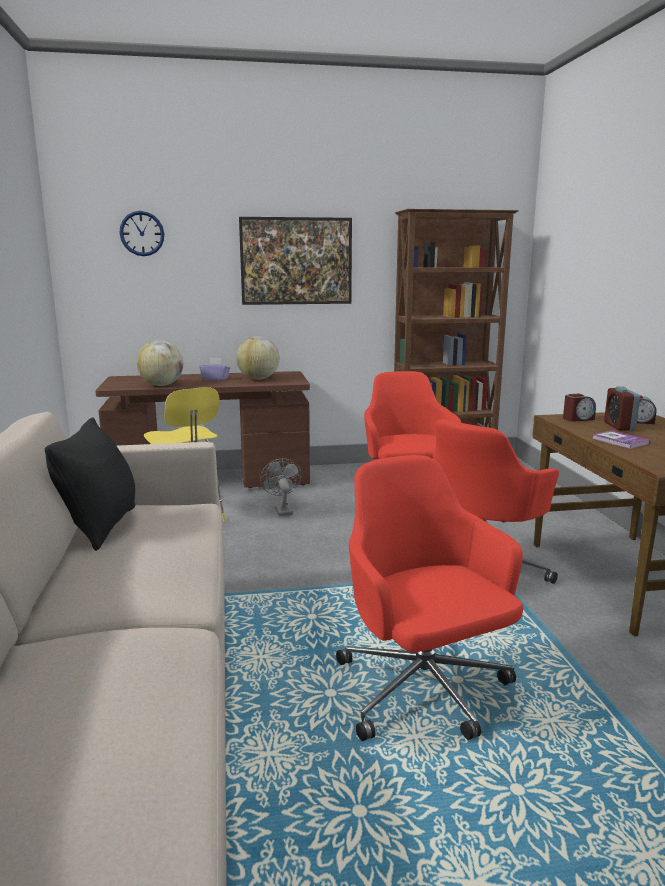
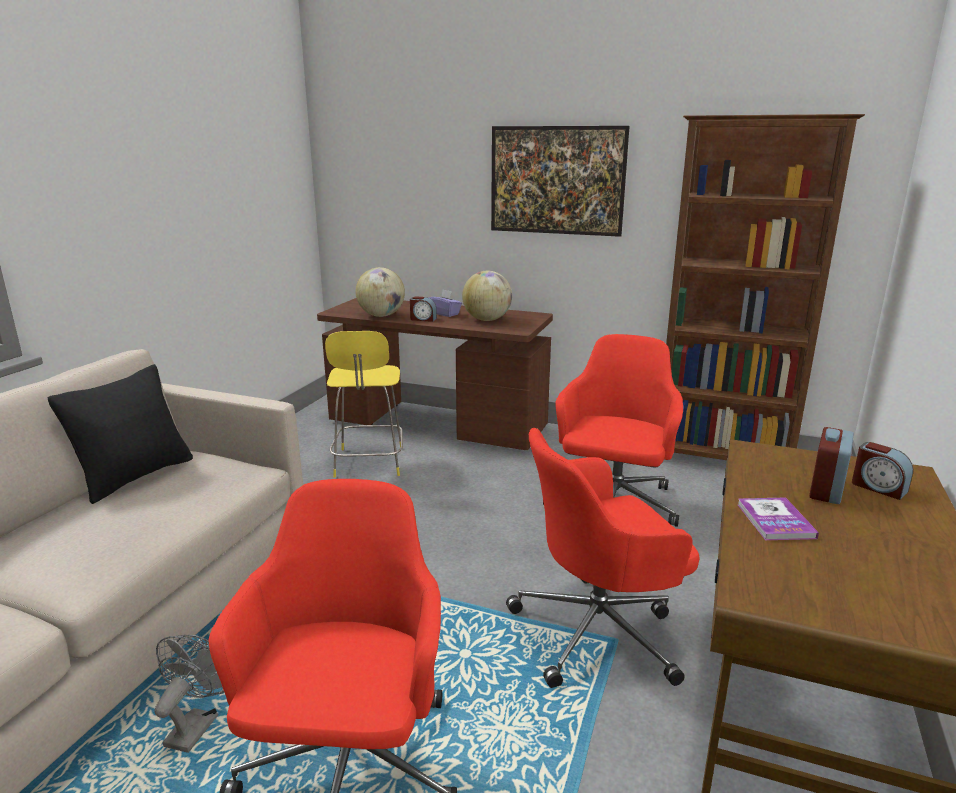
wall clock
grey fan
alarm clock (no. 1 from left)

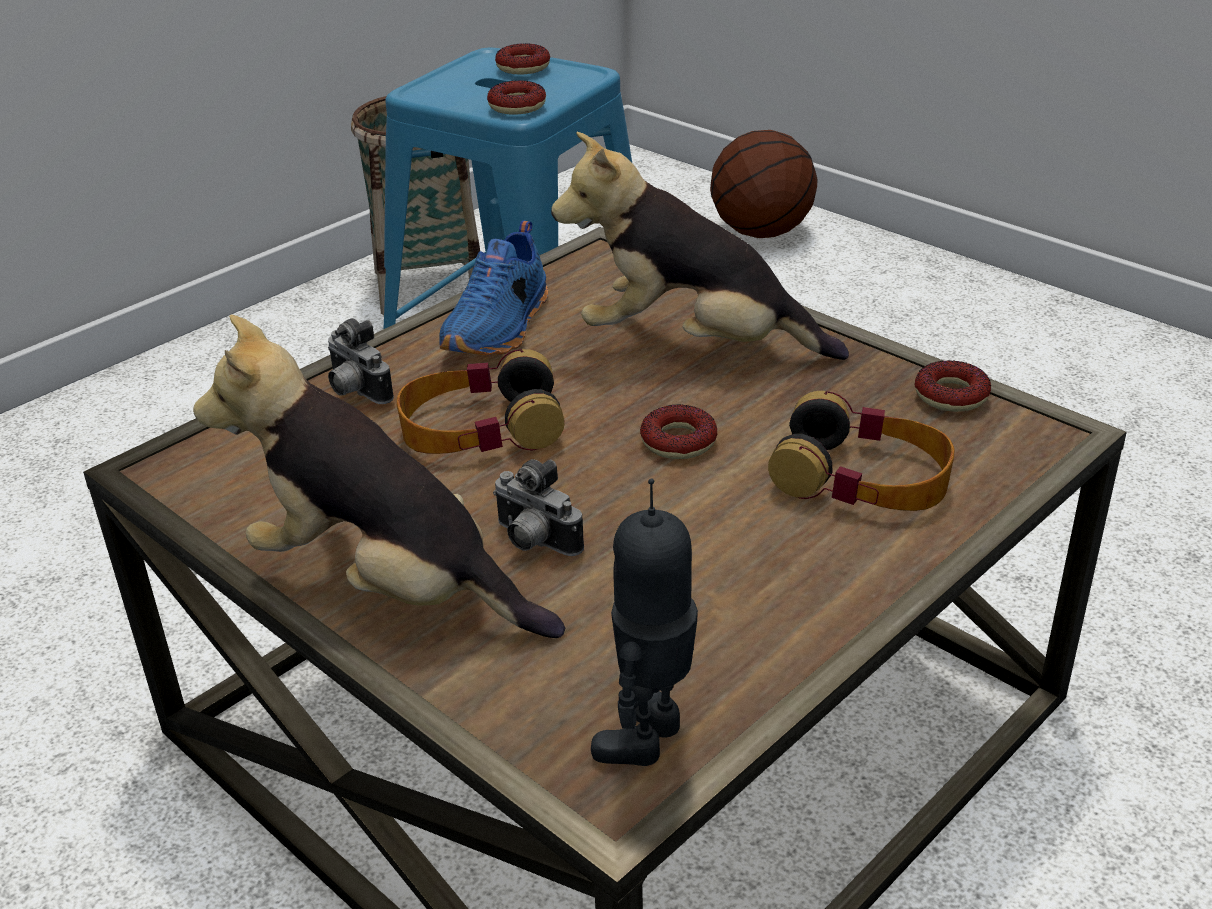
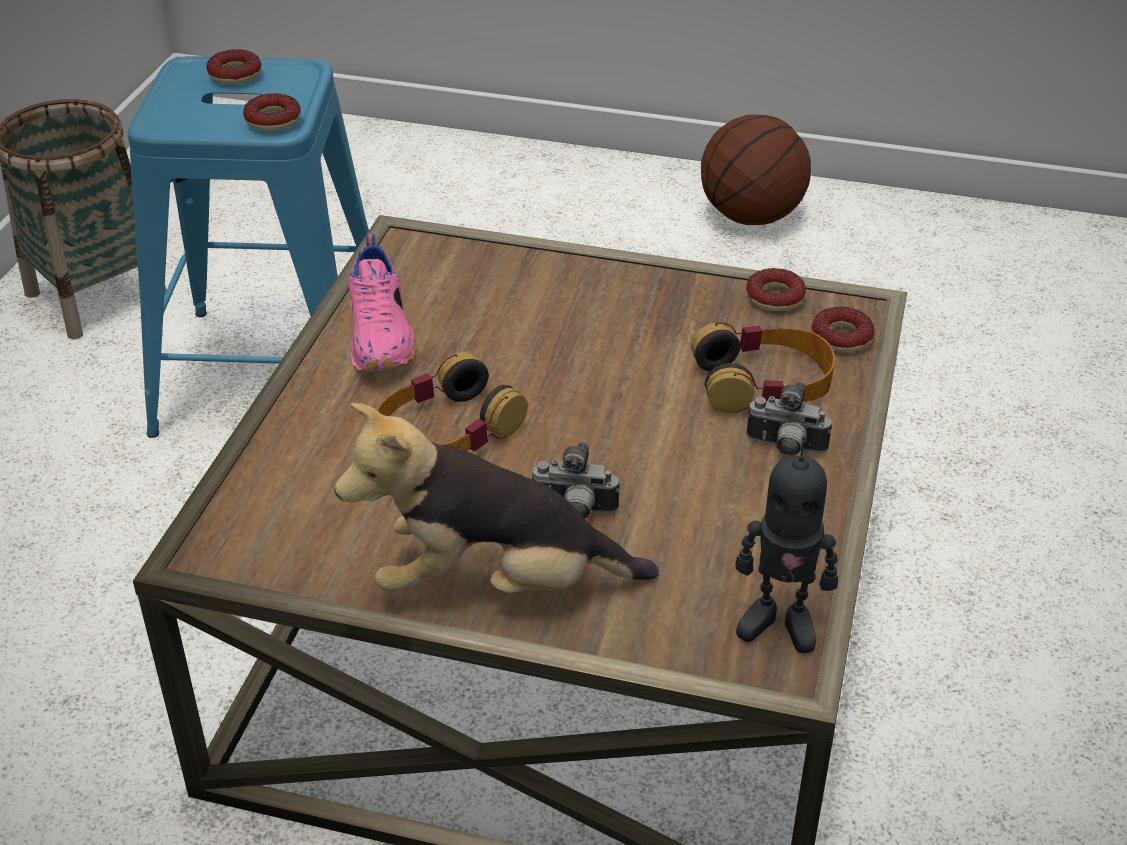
photo camera (no. 2 from left)
pink shoe
plush toy (no. 2 from left in the first image)
toy robot
donut (no. 4 from left)
basketball

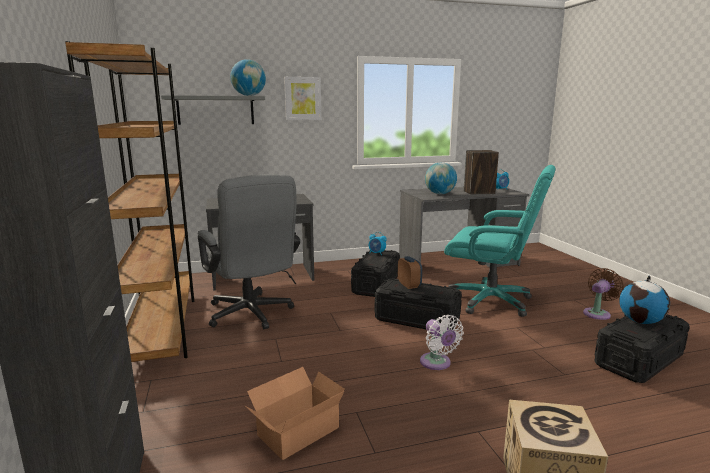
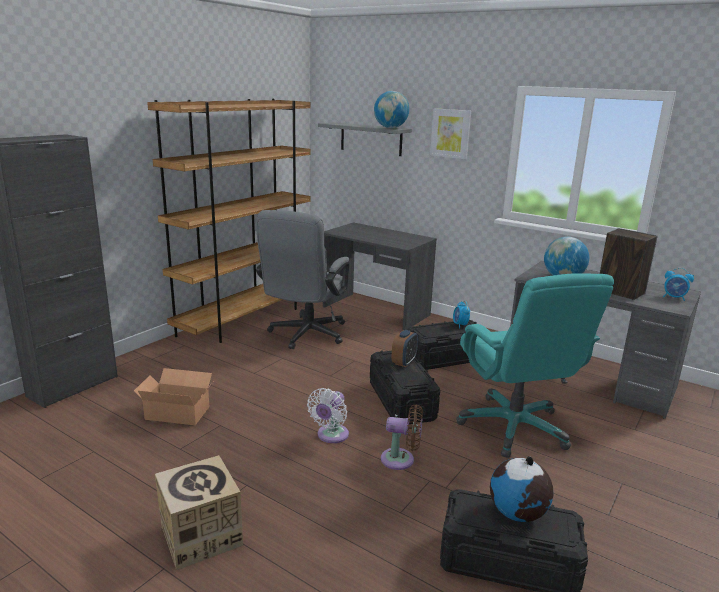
brown fan

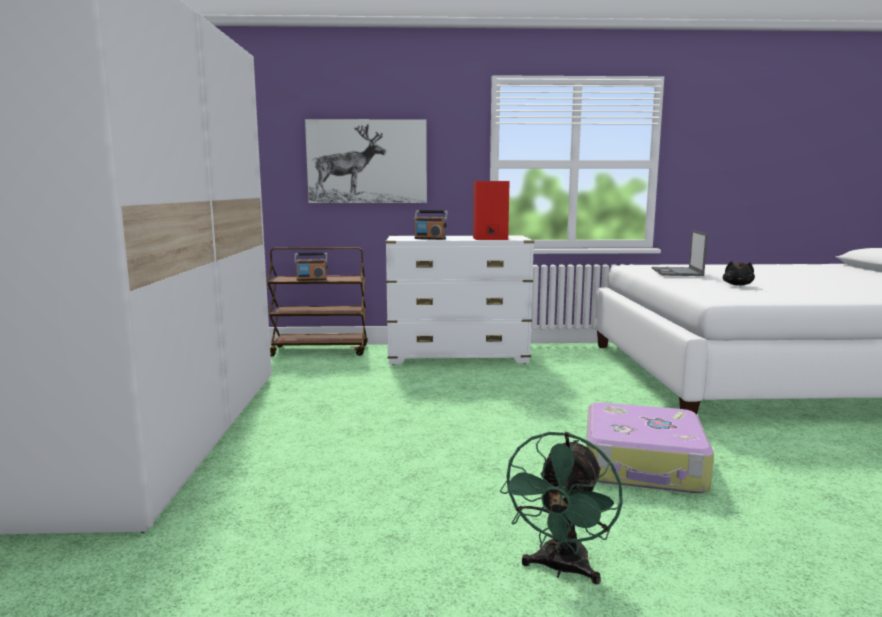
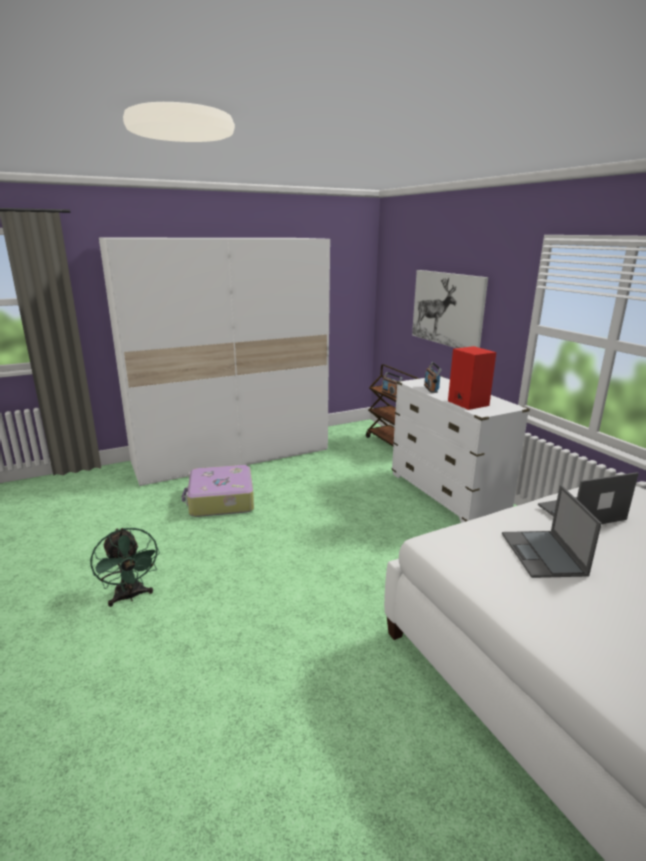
green fan
suitcase
laptop (no. 1 from left)

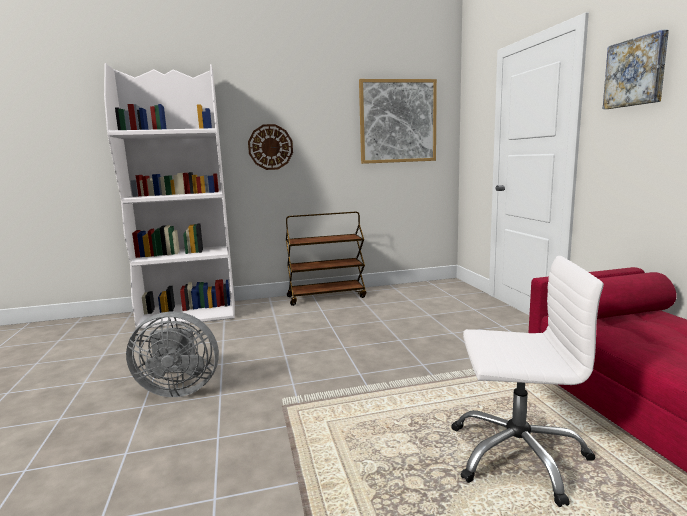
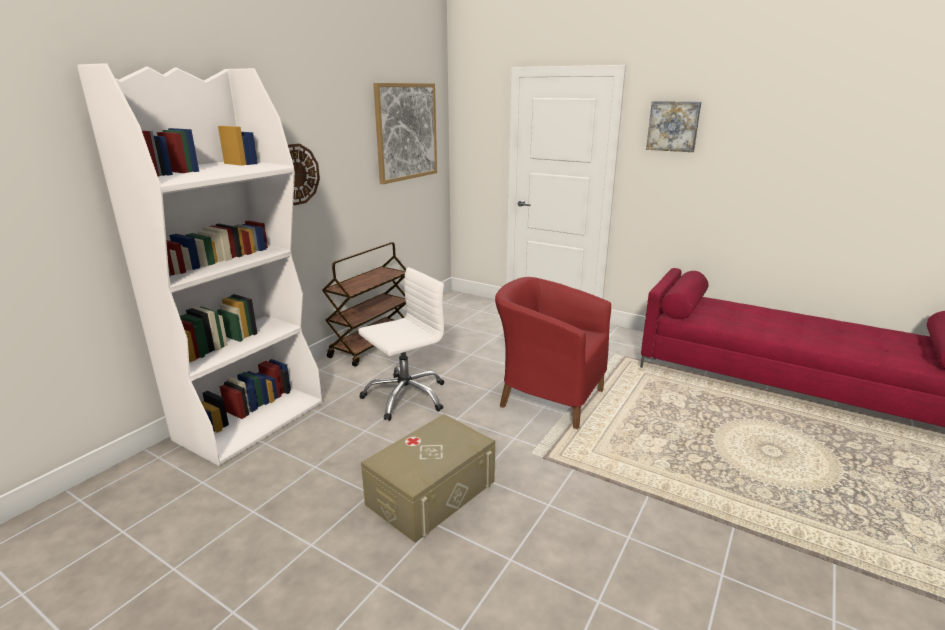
beige storage box
white office chair
red armchair

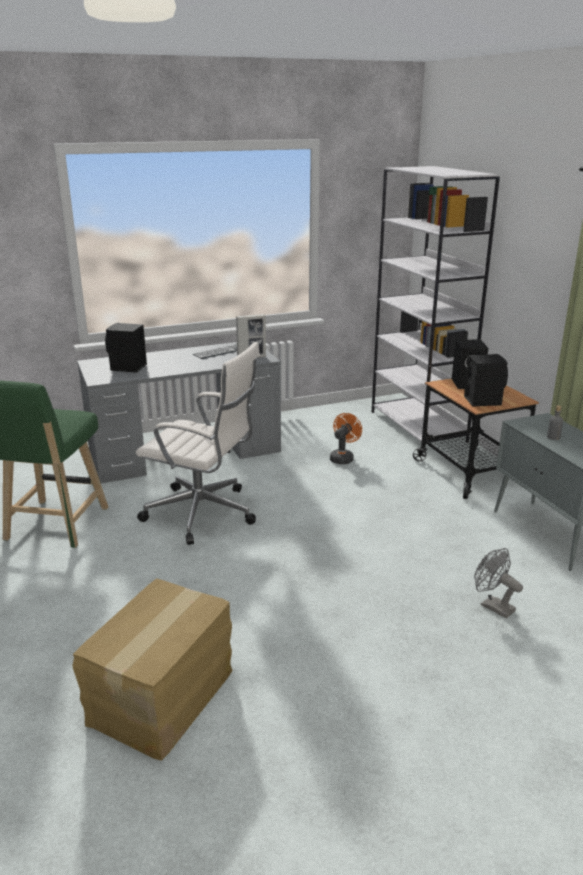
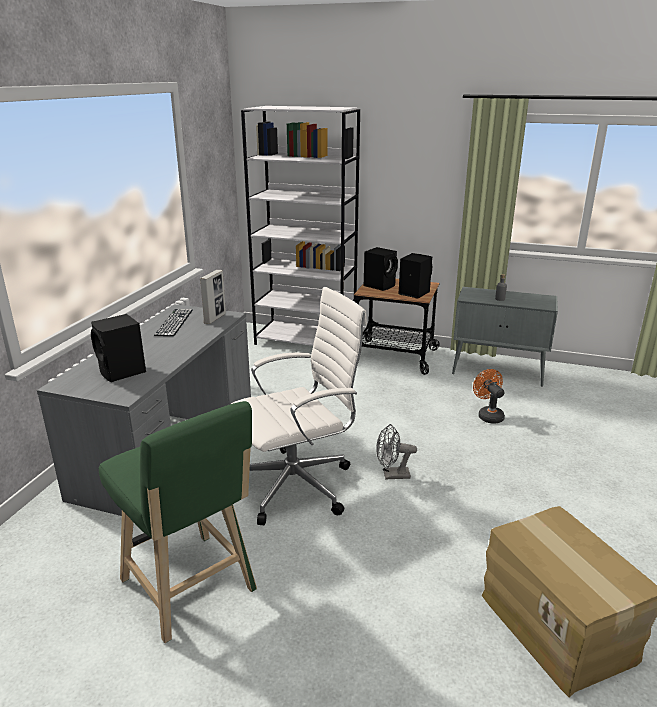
orange fan
grey fan

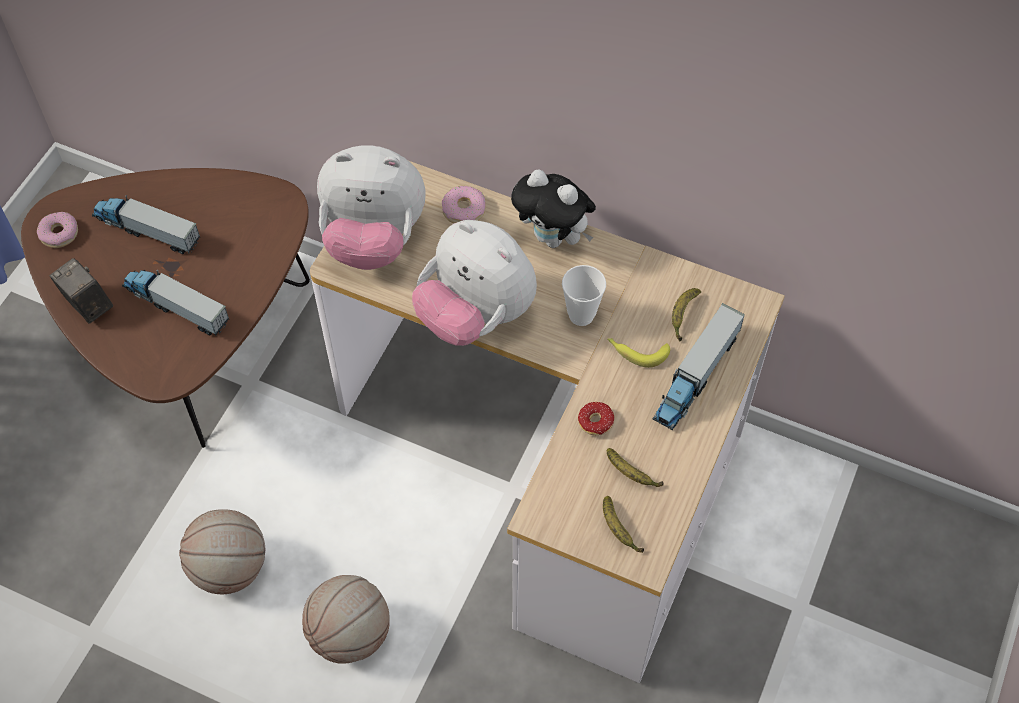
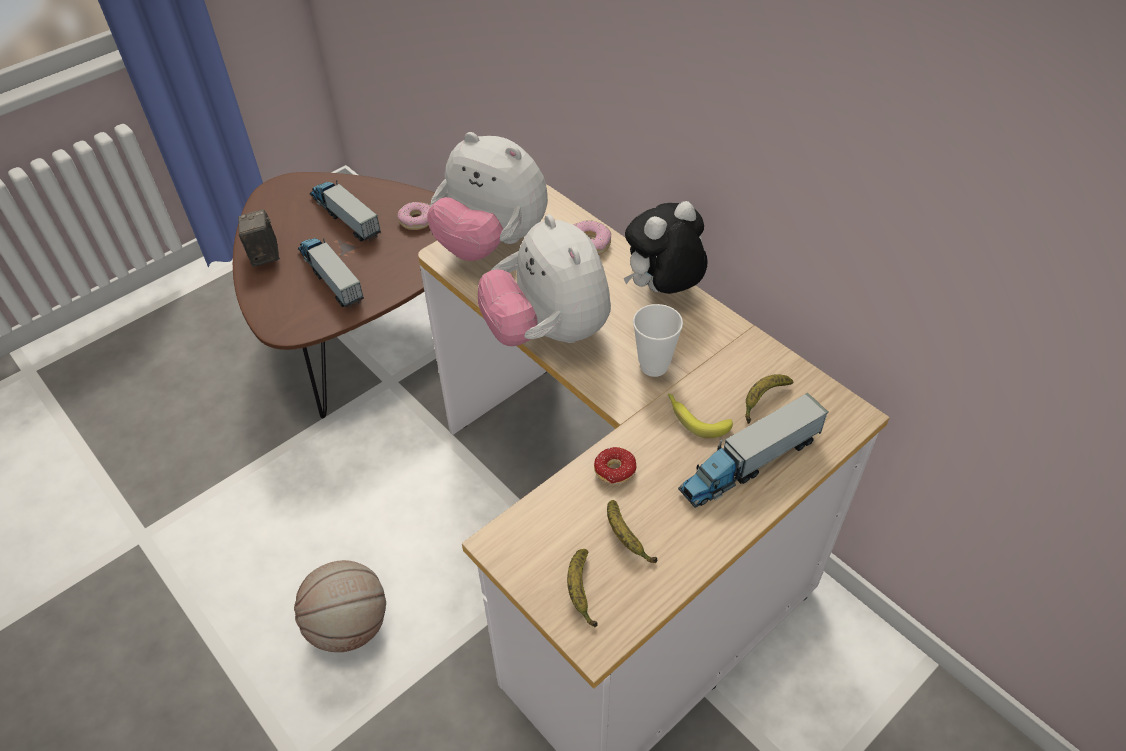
donut (no. 1 from left)
basketball (no. 1 from left in the first image)
plush toy (no. 3 from left)

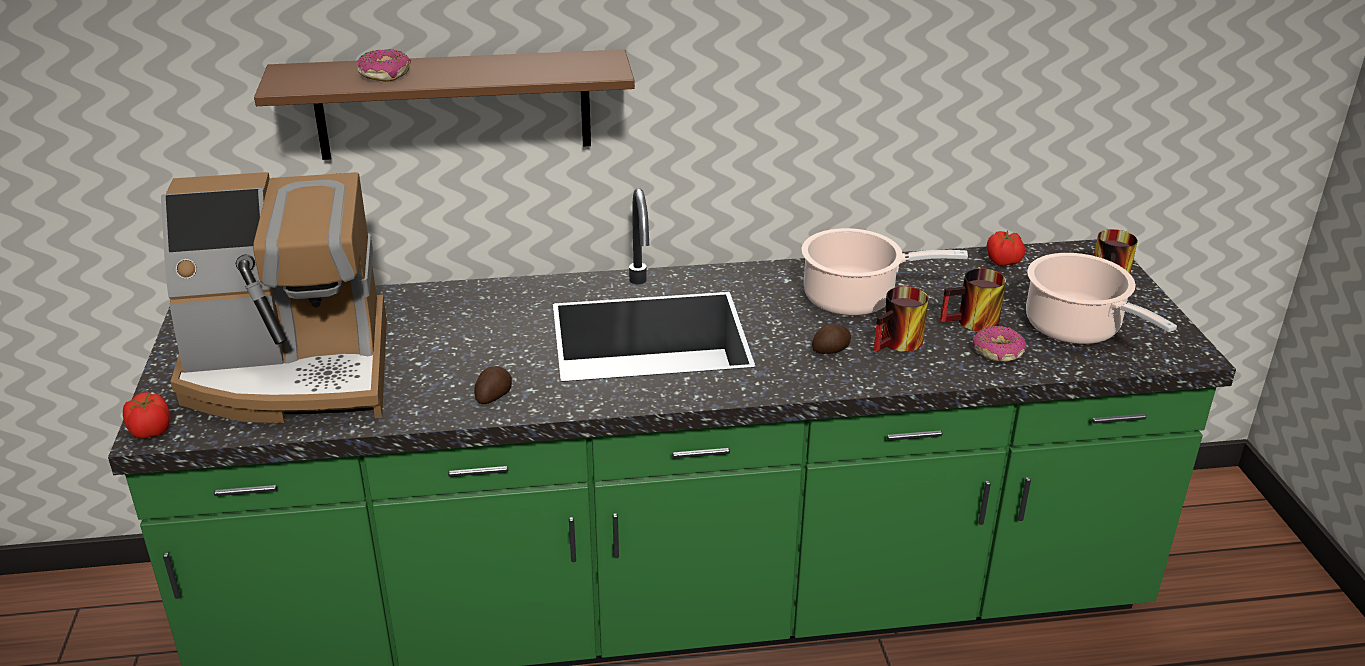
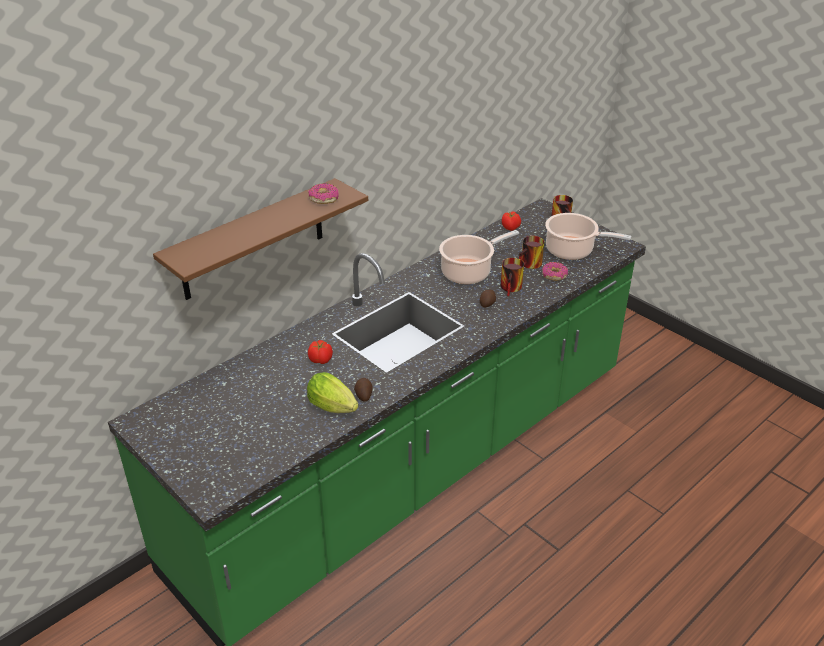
tomato (no. 1 from left)
coffee machine
donut (no. 1 from left)
lettuce

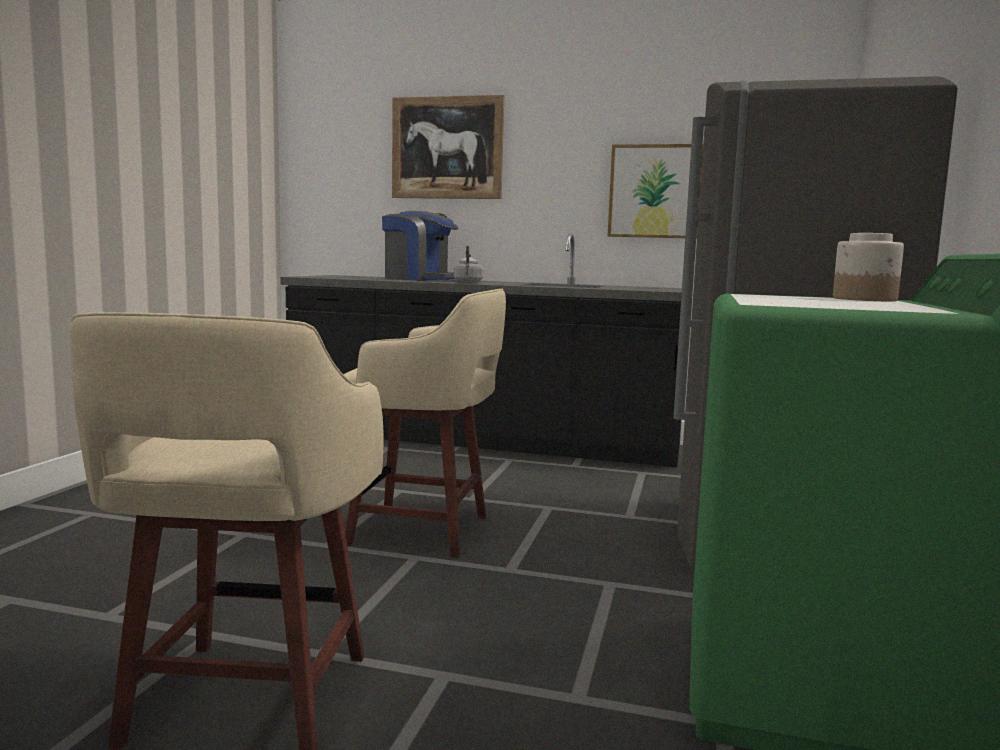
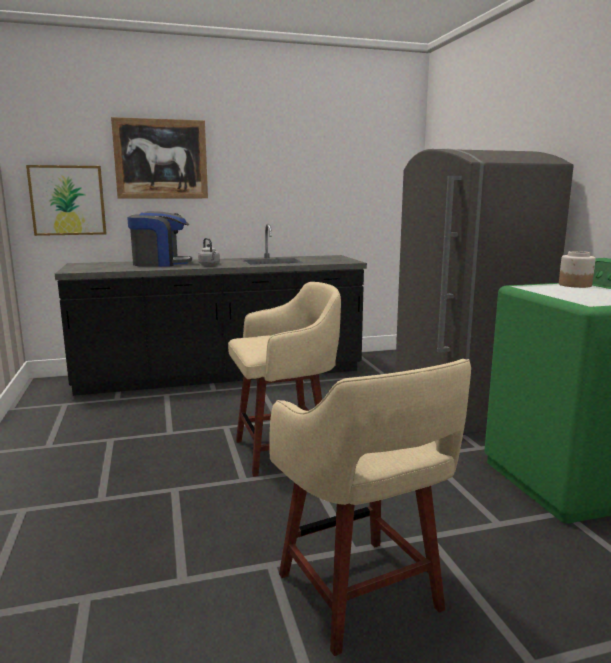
picture (no. 1 from left)

